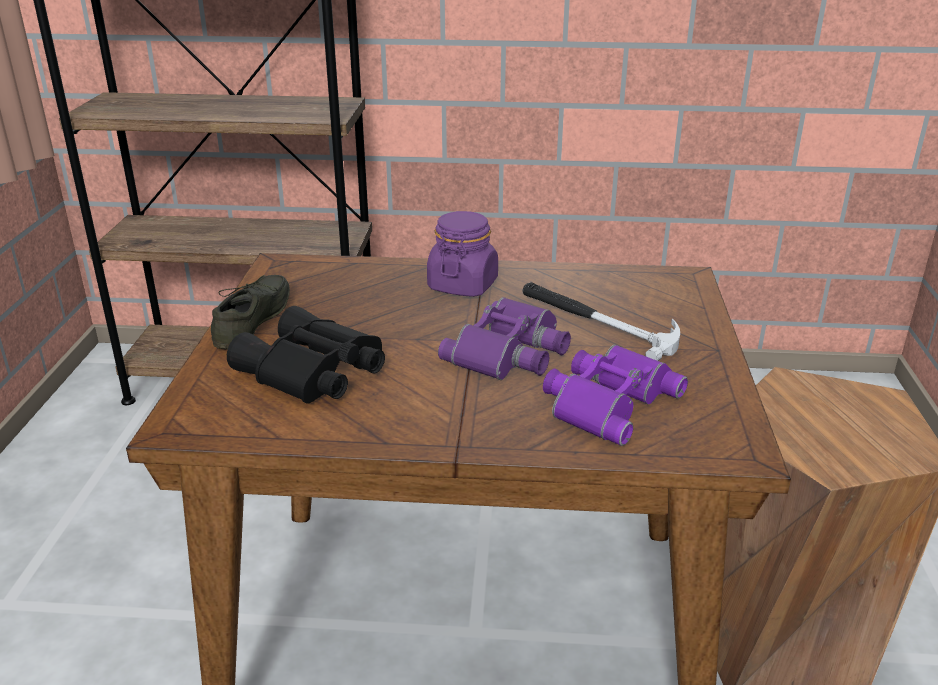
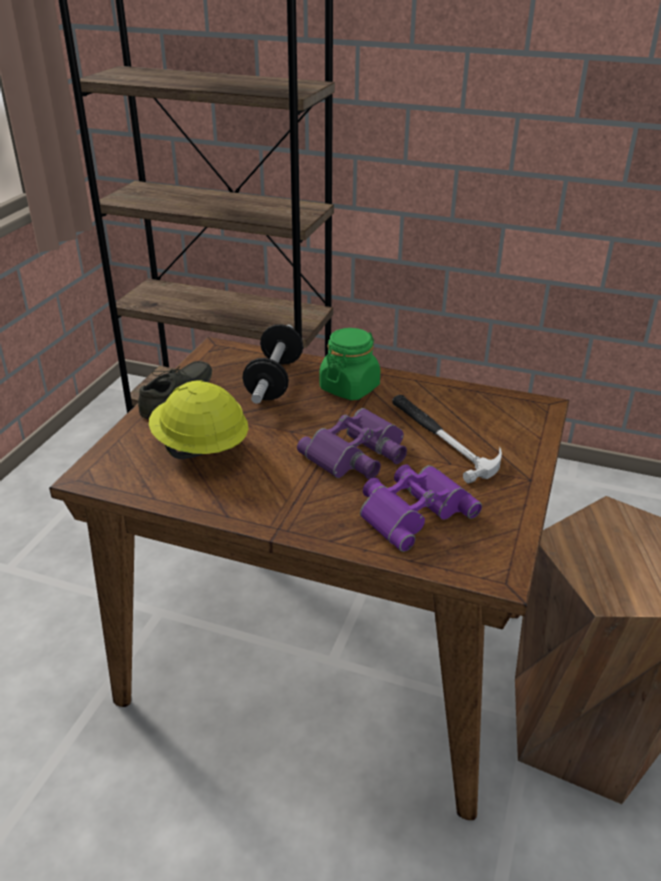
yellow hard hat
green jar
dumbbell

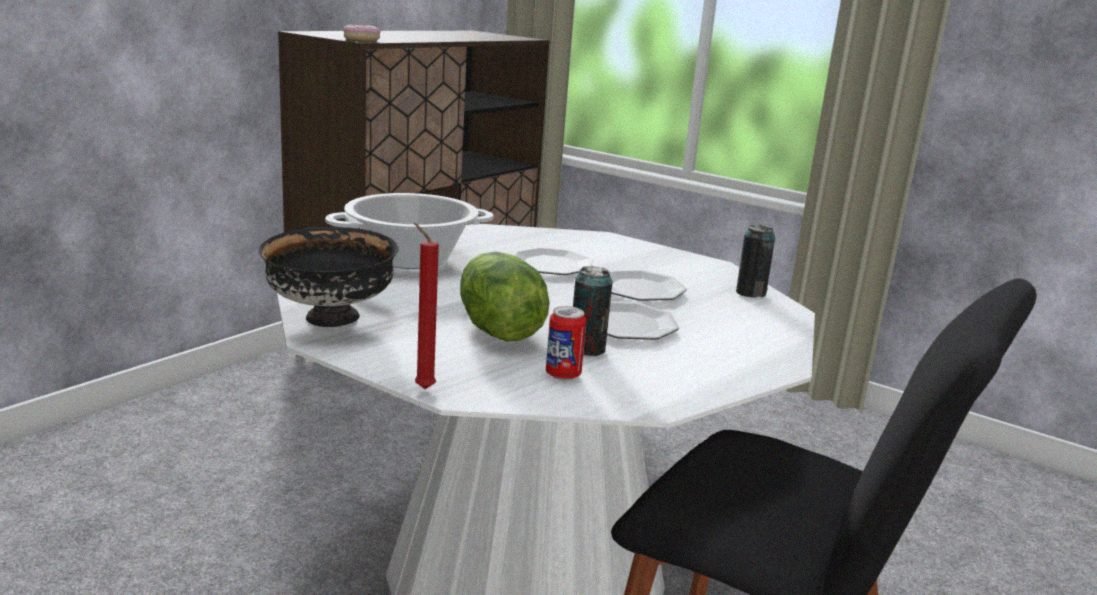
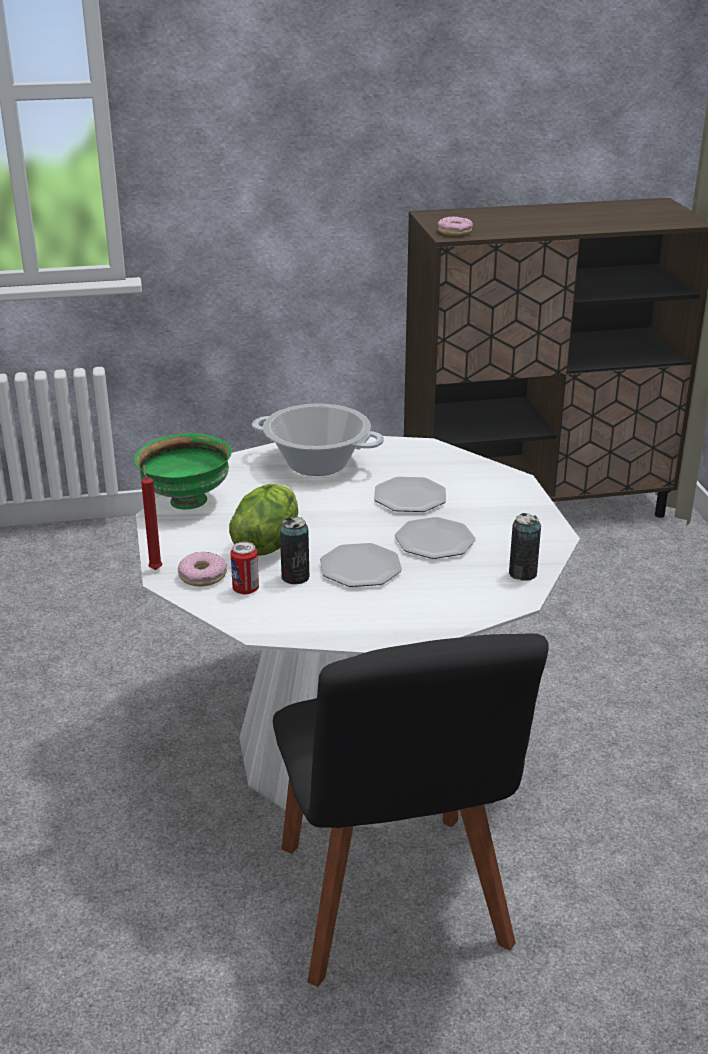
green bowl
donut (no. 1 from left)

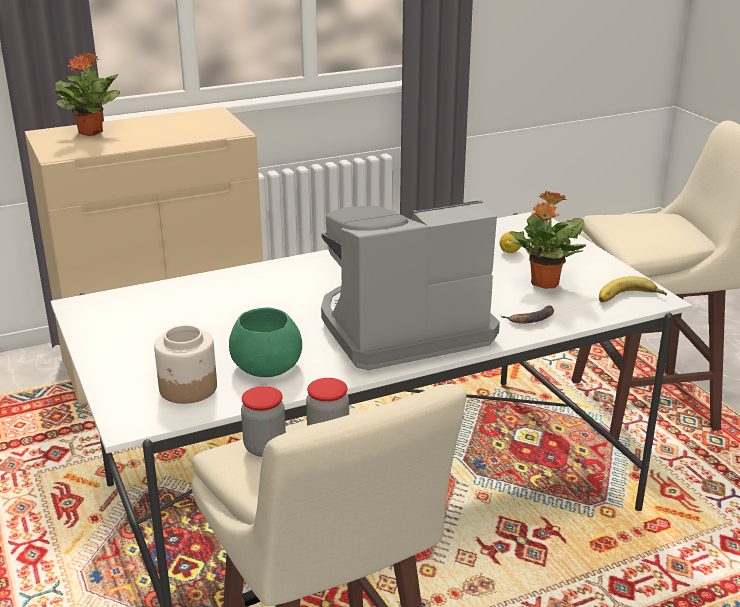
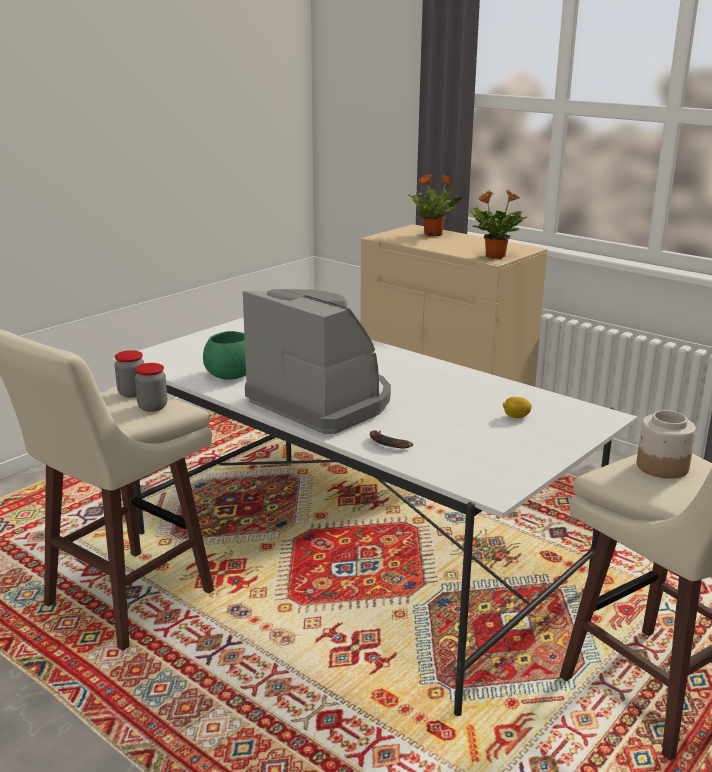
jar (no. 3 from left)
potted plant (no. 2 from left)
banana (no. 2 from left in the first image)

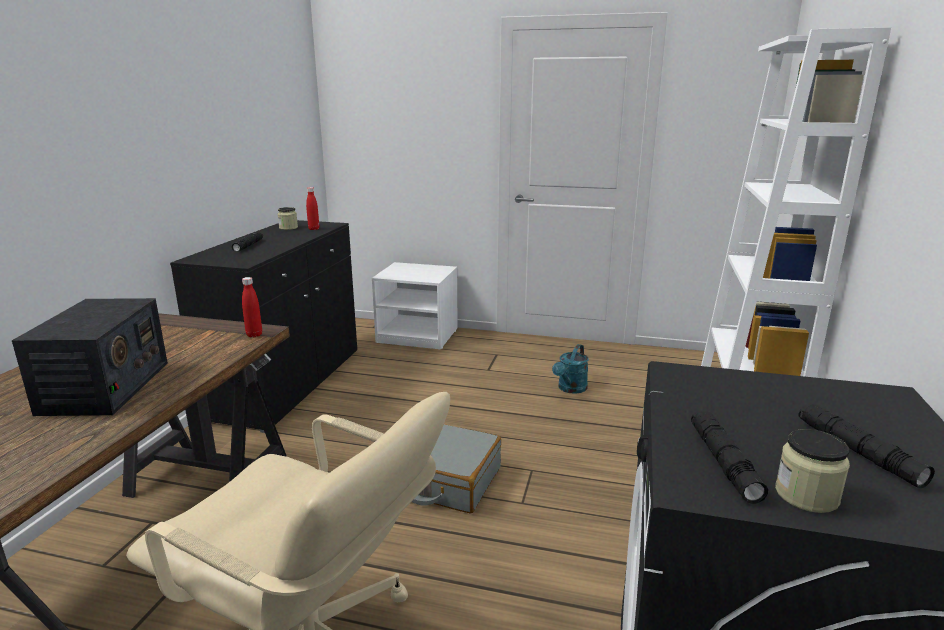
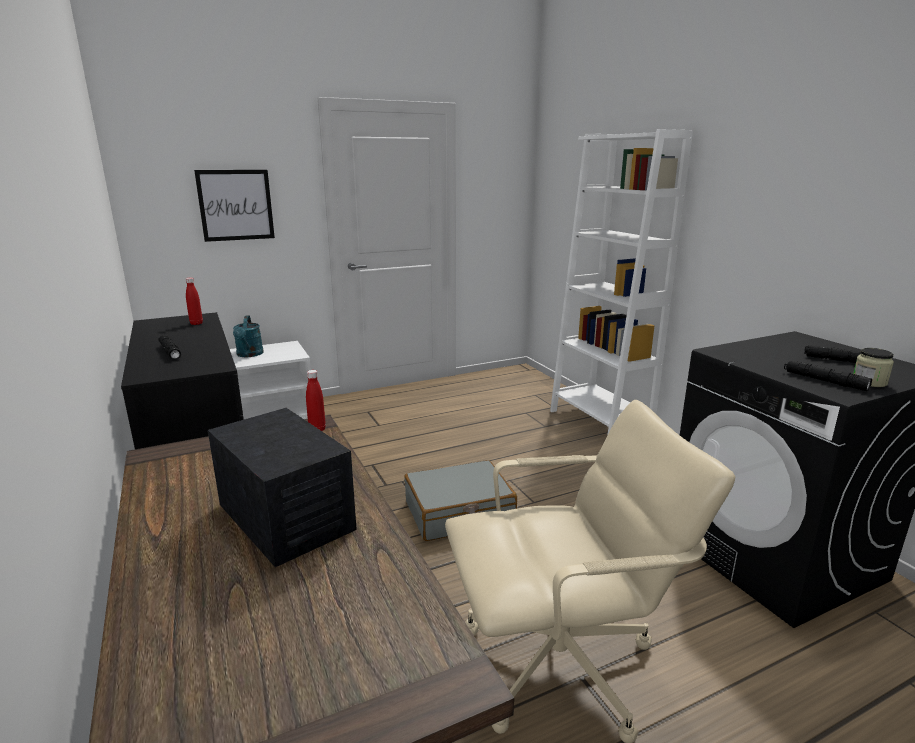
jar (no. 1 from left in the first image)
turquoise watering can
picture

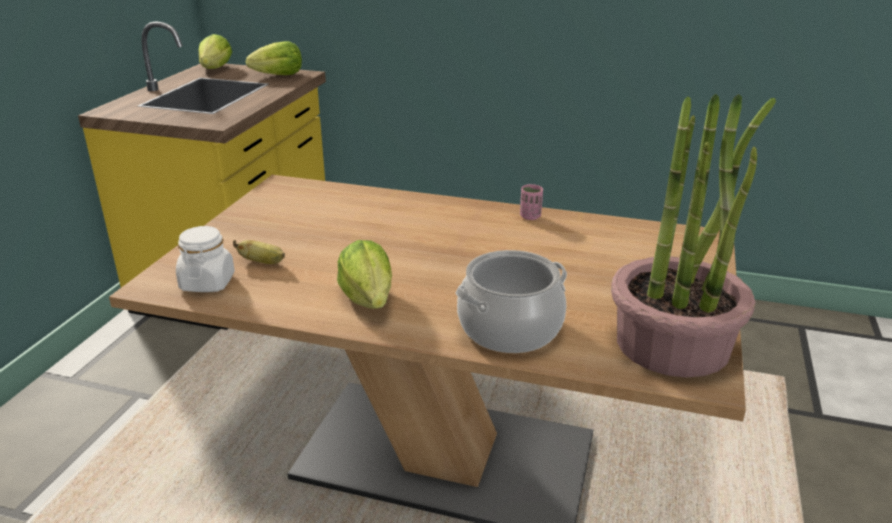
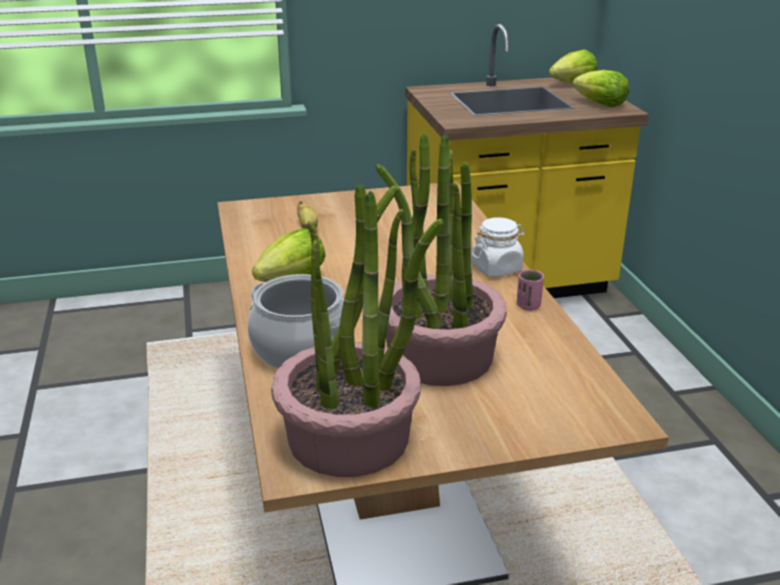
white jar
potted plant (no. 2 from left)

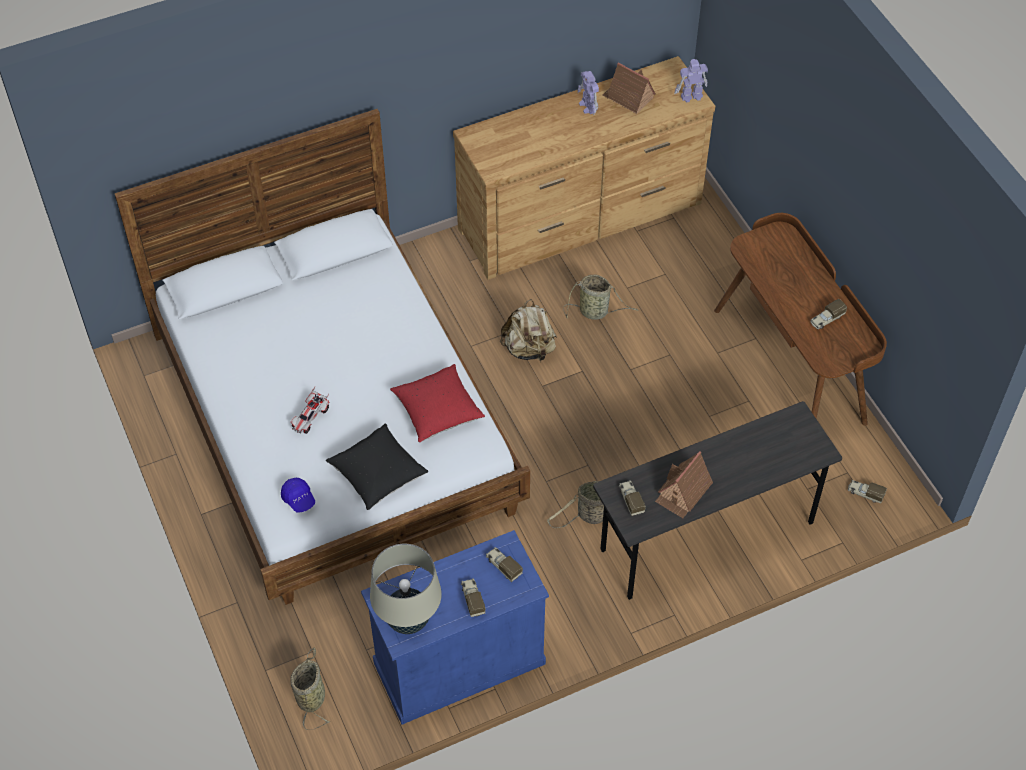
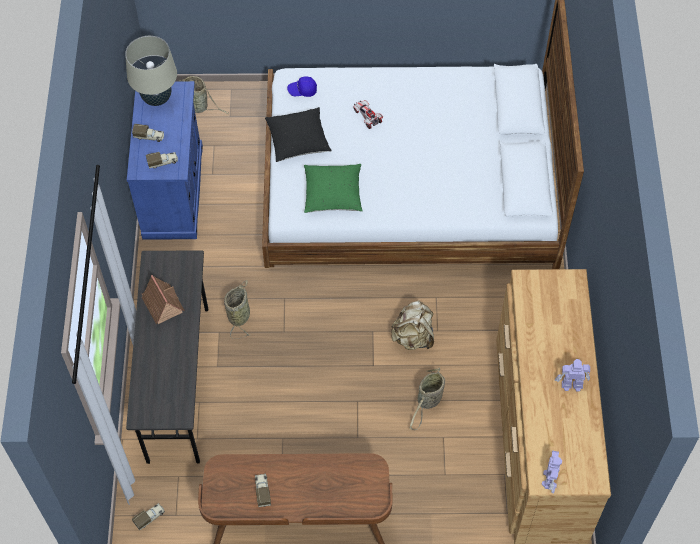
green pillow
toy house (no. 1 from left in the first image)
toy truck (no. 3 from left in the first image)

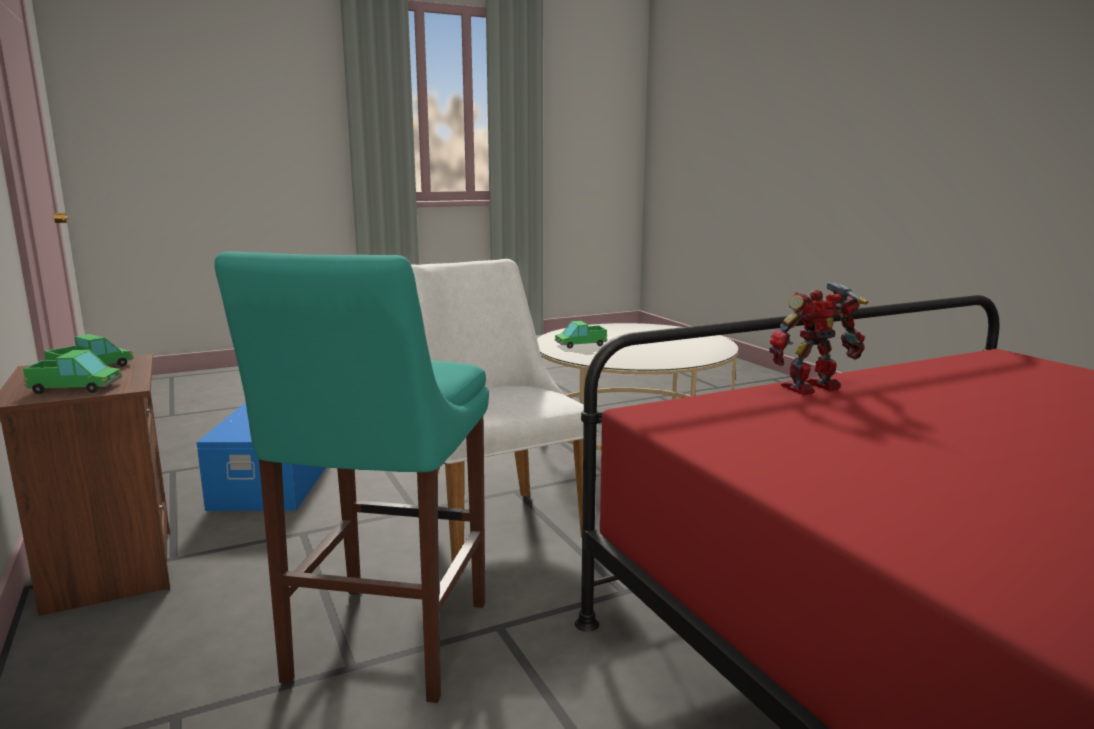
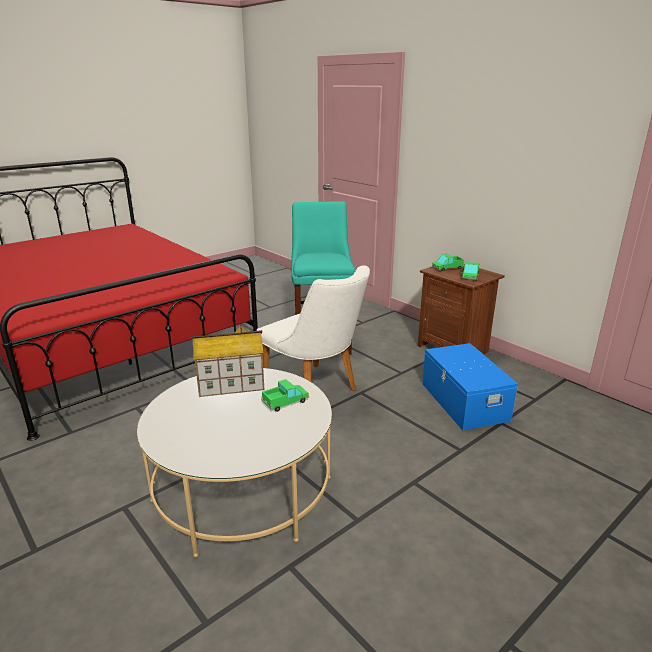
toy robot
toy house

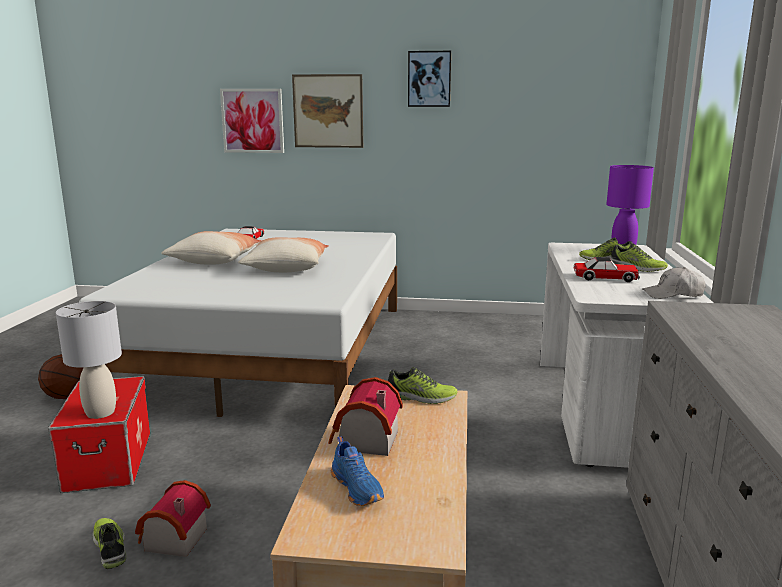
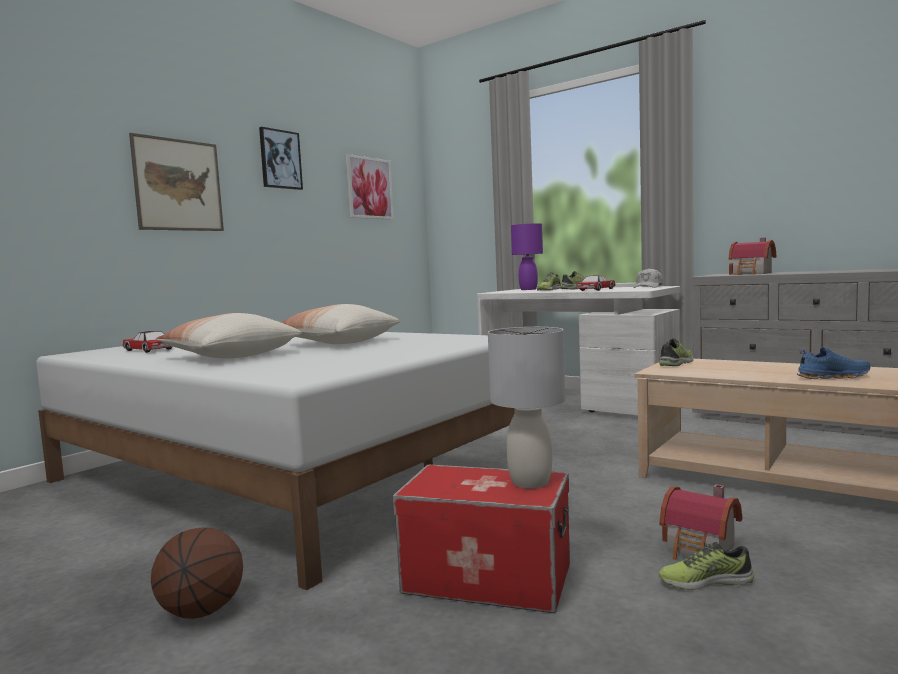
picture (no. 3 from left)
toy house (no. 2 from left)

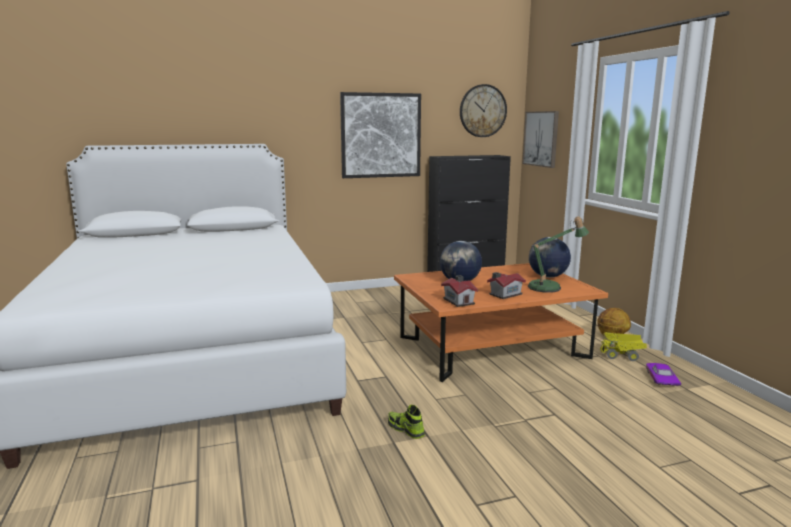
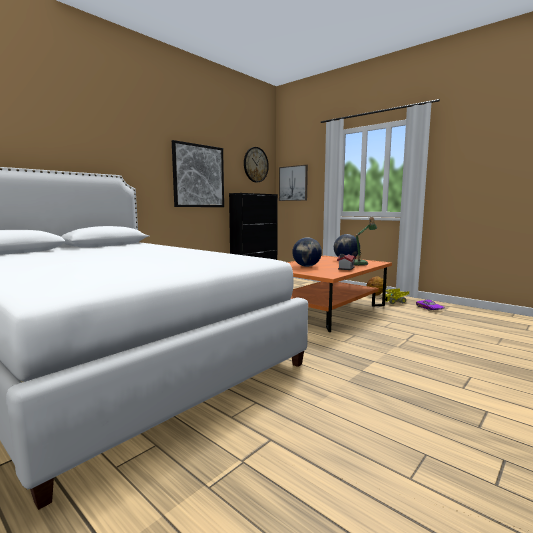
shoe
toy house (no. 1 from left in the first image)

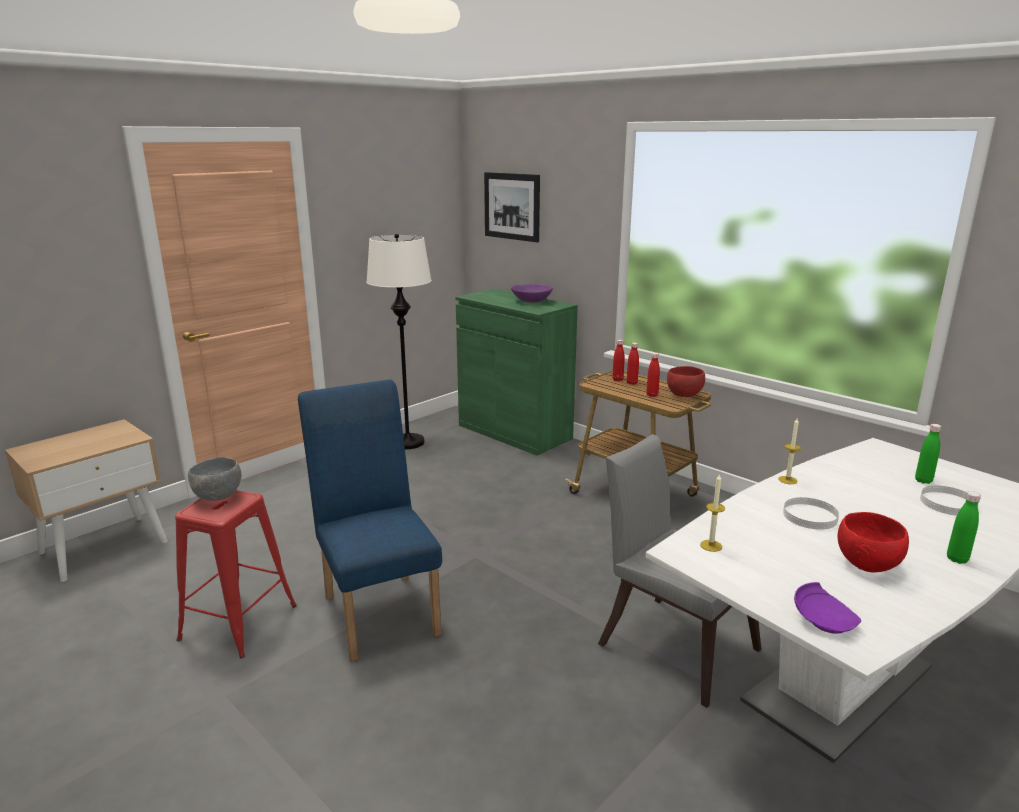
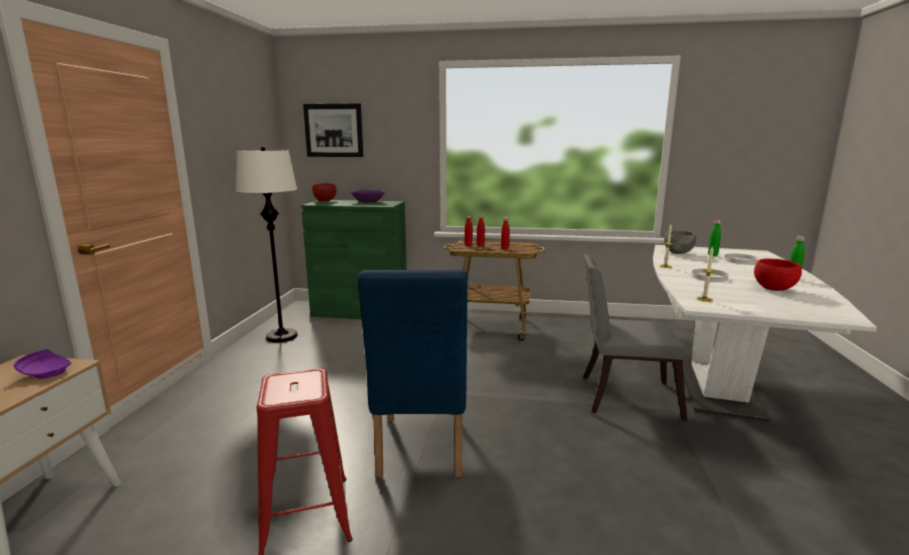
grey bowl
blue chair
red bowl (no. 1 from left)
purple plate

